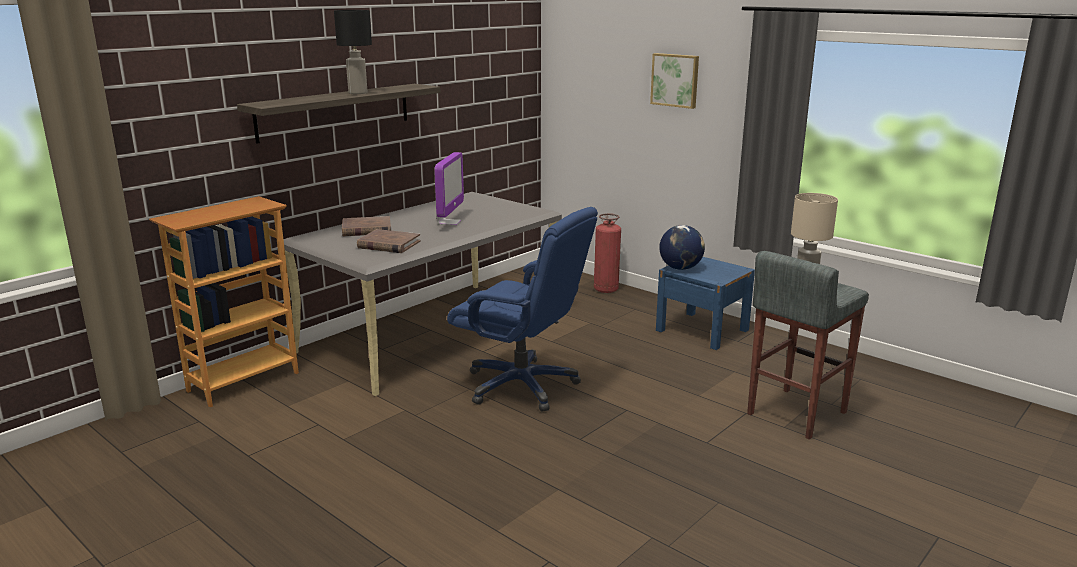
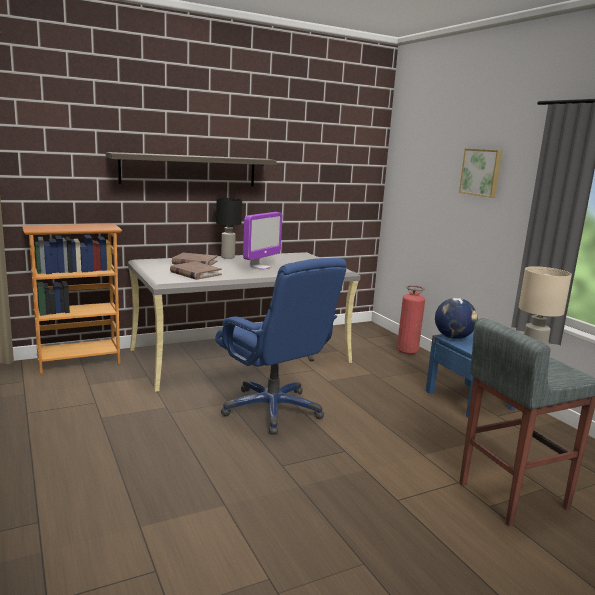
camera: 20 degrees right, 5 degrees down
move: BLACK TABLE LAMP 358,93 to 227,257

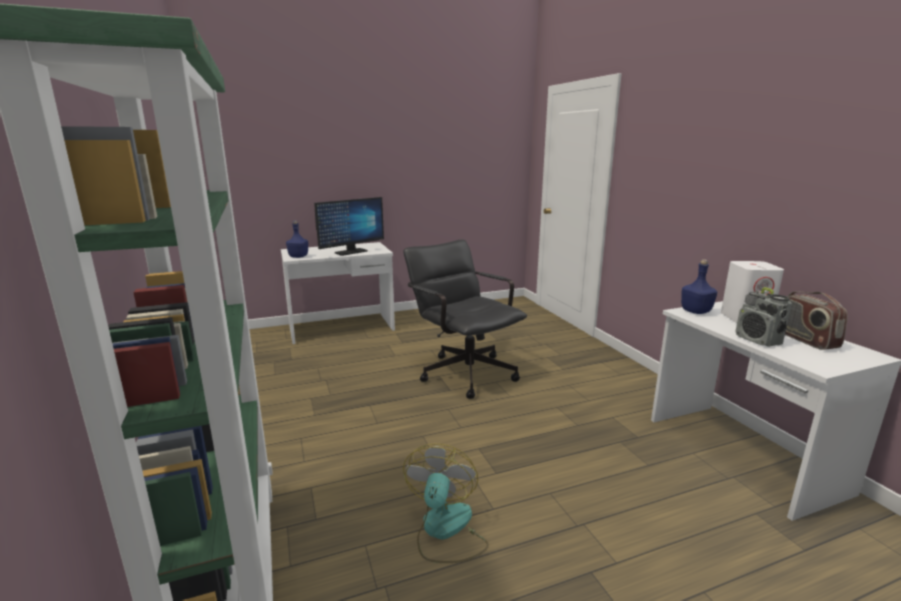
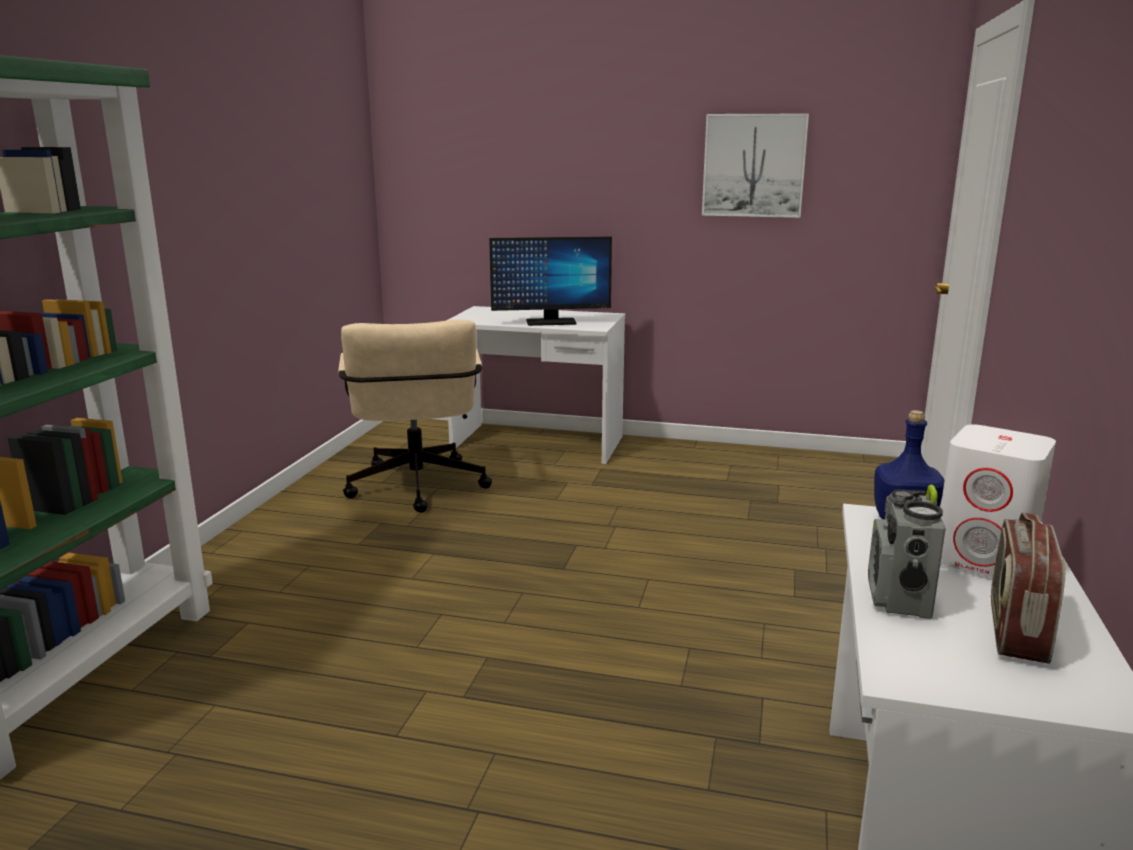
camera: 35 degrees right, 0 degrees up
delete: BLUE BOTTLE 298,256; BLACK OFFICE CHAIR 463,371; FAN 445,531
insert: BEIGE OFFICE CHAIR 417,490; PICTURE 754,165

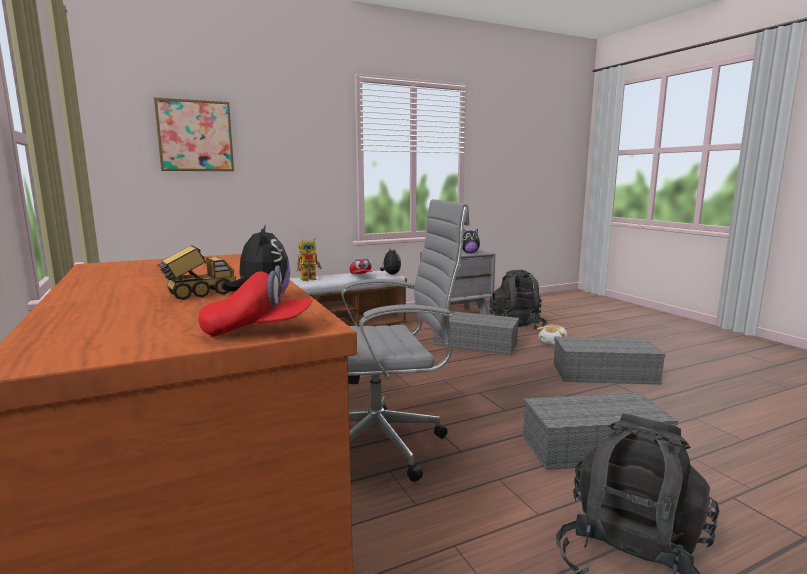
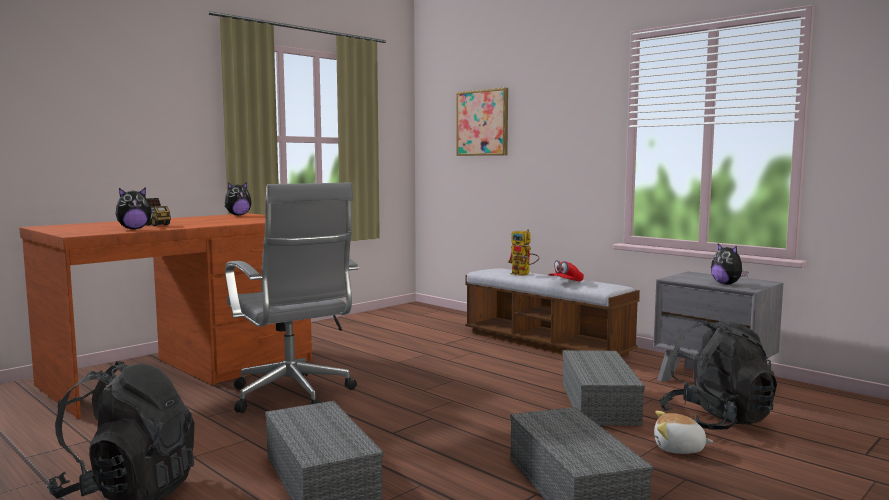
camera: 70 degrees right, 5 degrees down
delete: RED CAP 258,331
move: PLUSH TOY 390,274 to 238,215

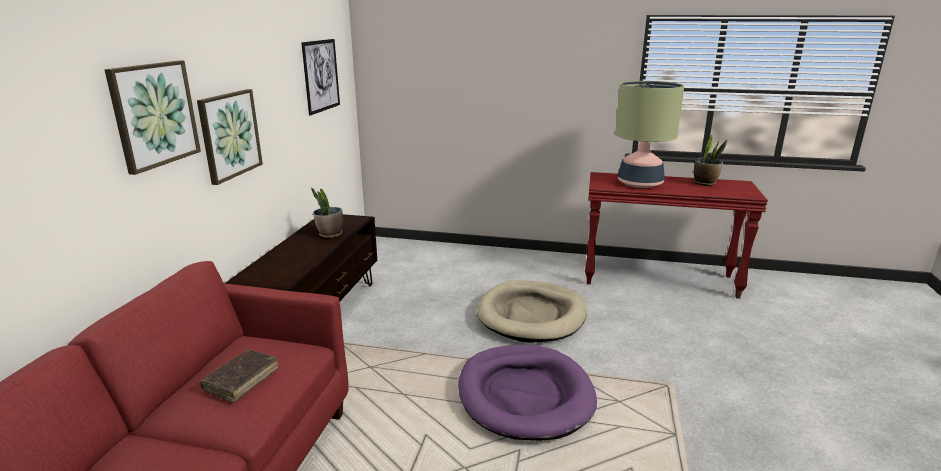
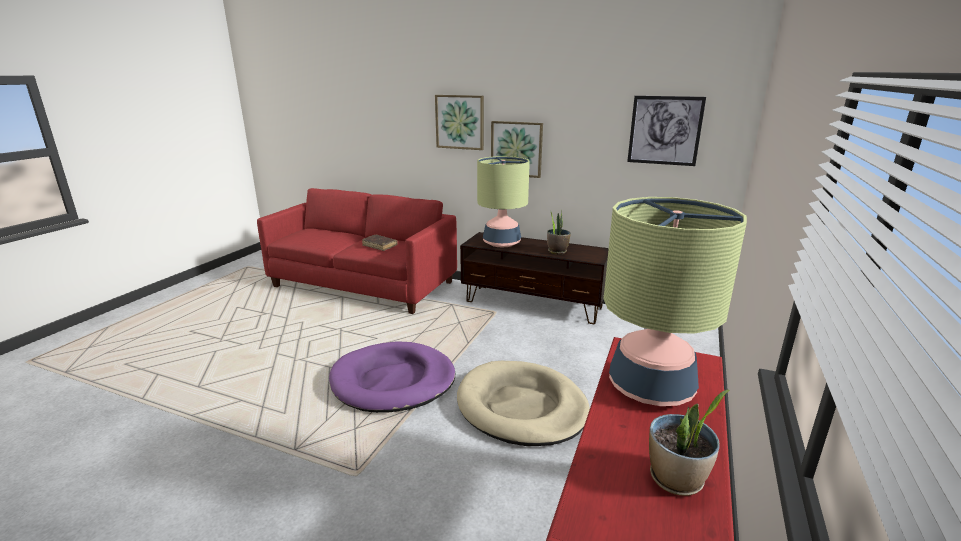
camera: 100 degrees right, 0 degrees up
insert: TABLE LAMP 501,243

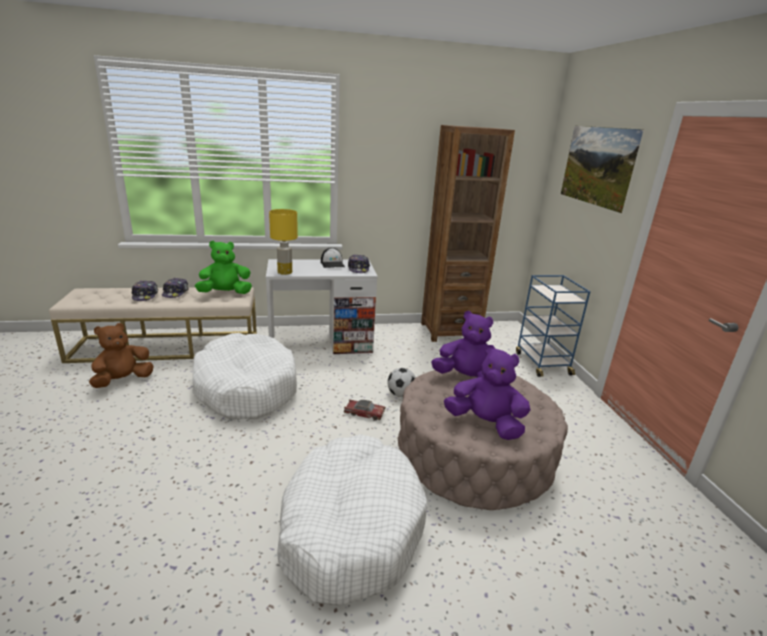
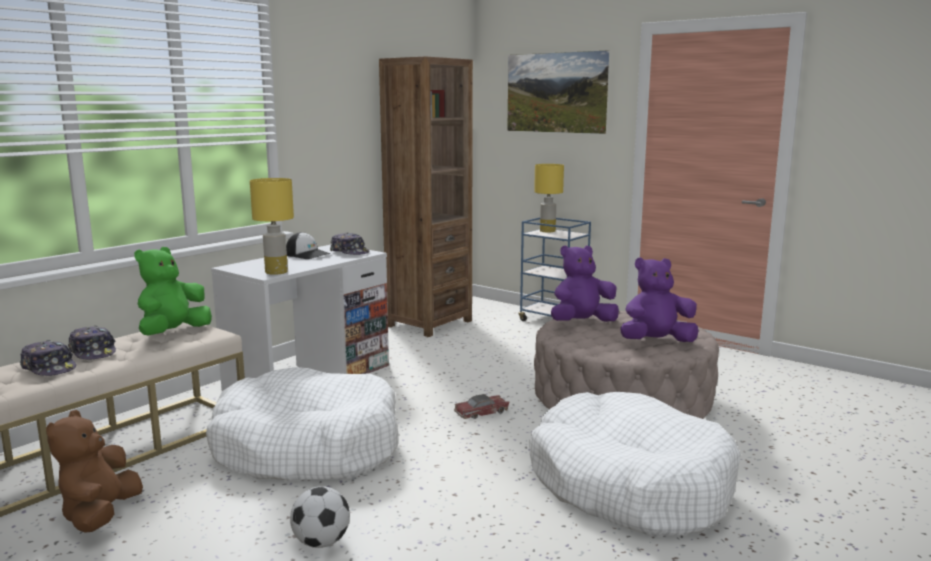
camera: 40 degrees left, 10 degrees down
insert: YELLOW TABLE LAMP 547,231
move: FOOTBALL 400,394 to 321,542

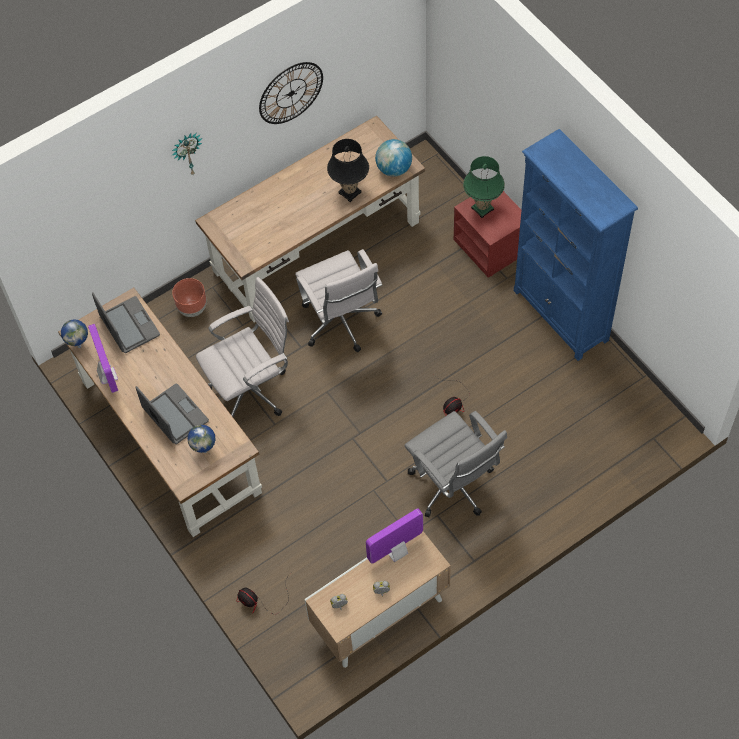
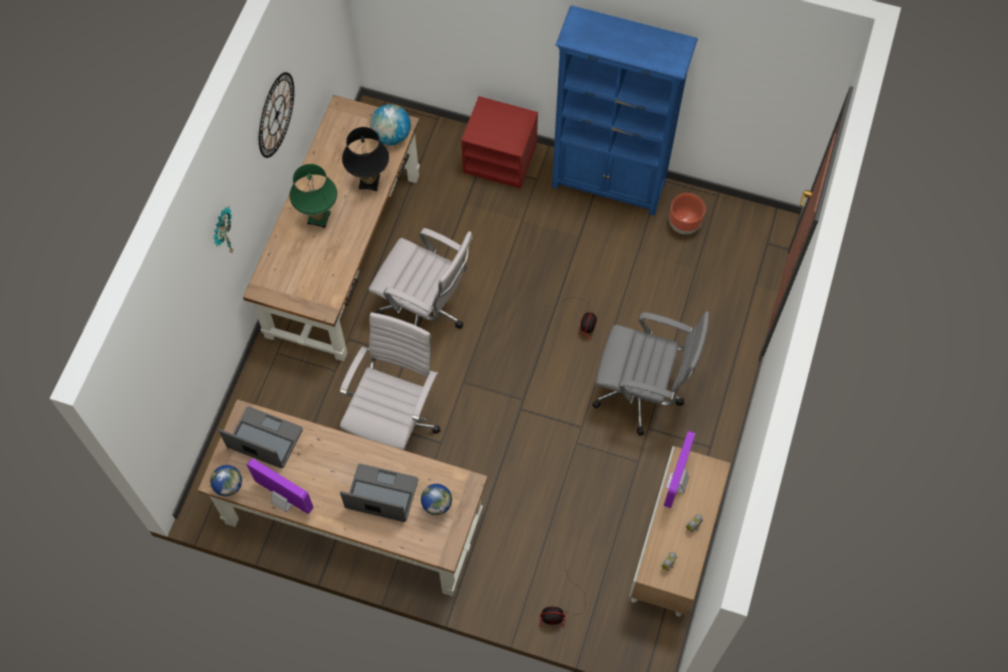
camera: 40 degrees left, 5 degrees up
move: BROWN PLANTER 192,308 to 683,225; GREEN TABLE LAMP 482,209 to 319,218

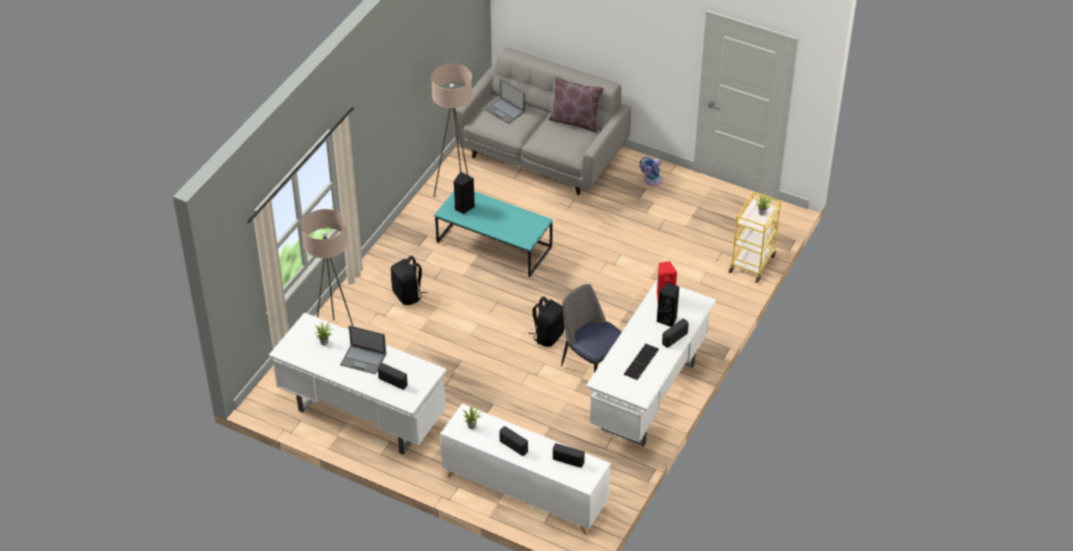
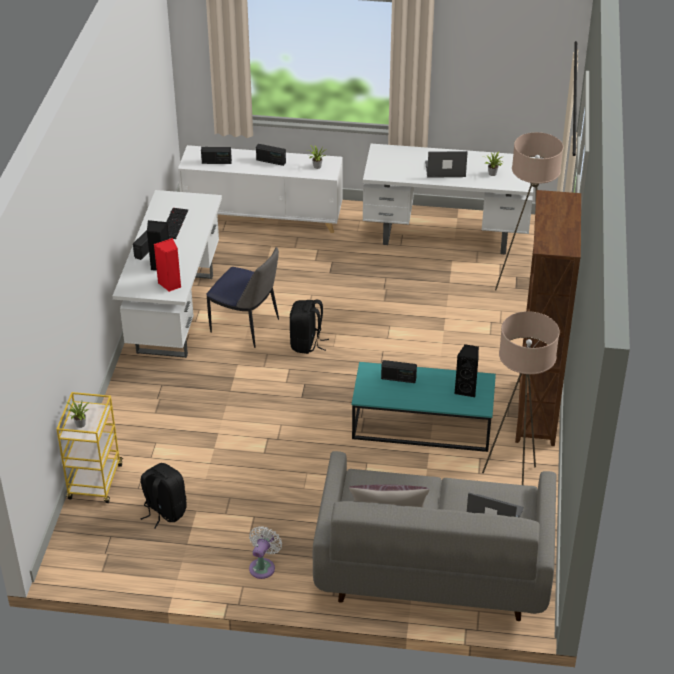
camera: 160 degrees right, 5 degrees down
insert: BROWN BOOKCASE 535,413
move: RADIO 393,381 to 398,378; BLACK BACKPACK 408,295 to 164,511
recolor: BLUE FAN 652,180 to WHITE FAN 263,566

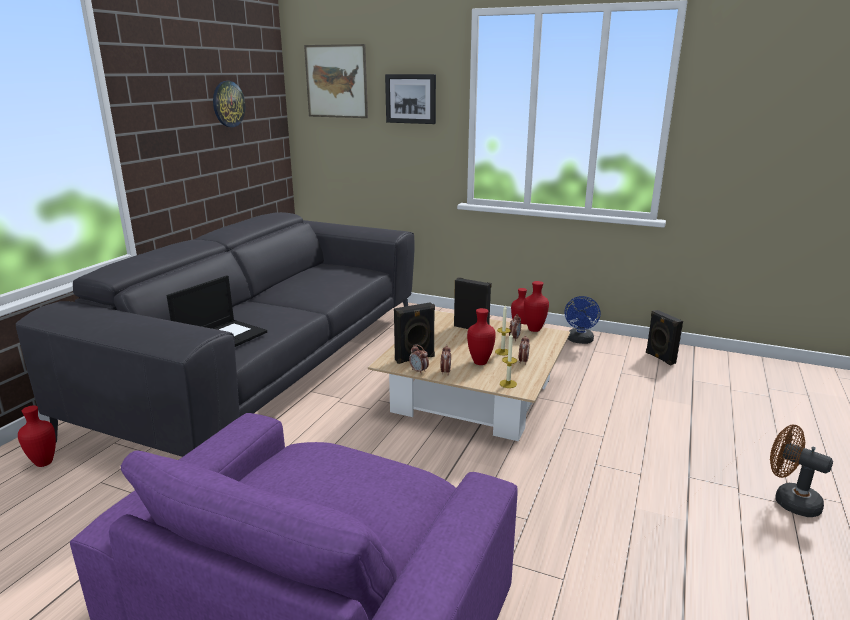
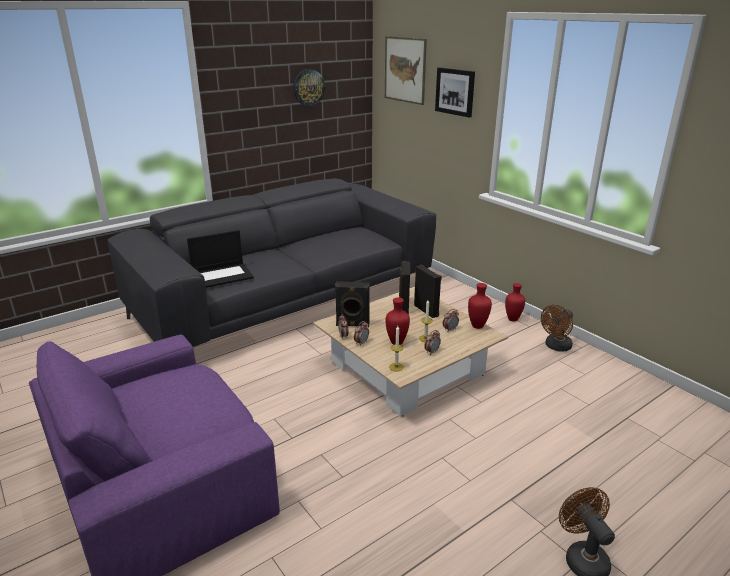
camera: 30 degrees right, 5 degrees up
delete: RED VASE 43,462
move: BLACK SPEAKER 659,358 to 403,307
recolor: BLUE FAN 580,341 to BROWN FAN 556,347

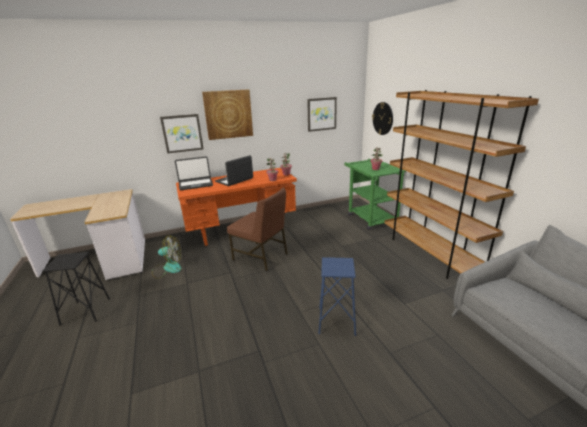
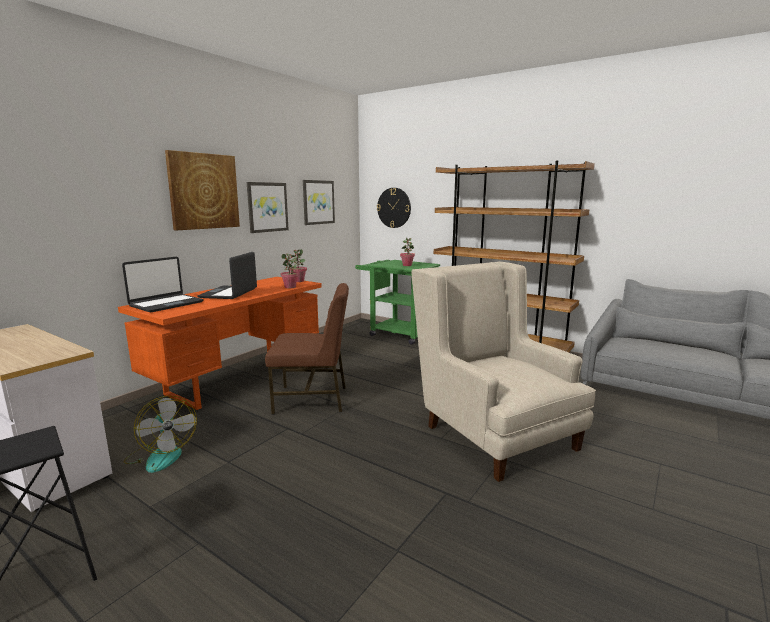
camera: 35 degrees left, 10 degrees down
move: PICTURE 182,133 to 267,207
replace: BLUE STOOL 337,321 to BEIGE ARMCHAIR 491,432
rotate: FAN 167,268 = 161,455 90 degrees clockwise

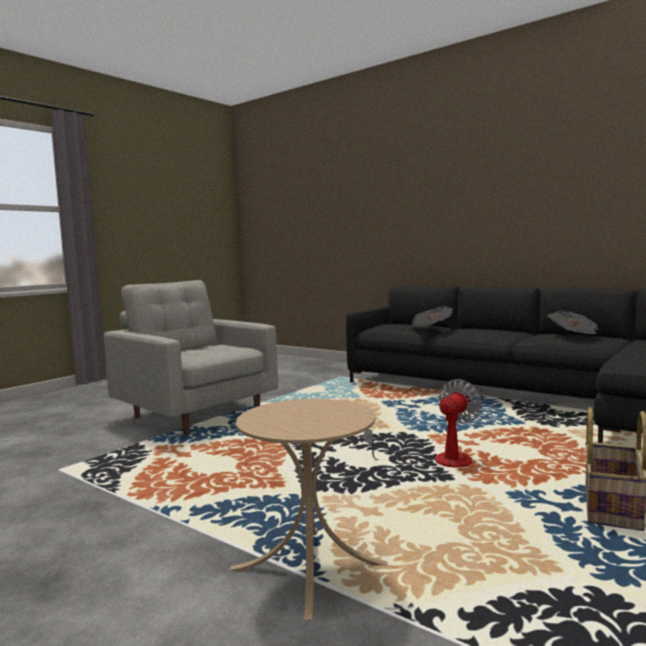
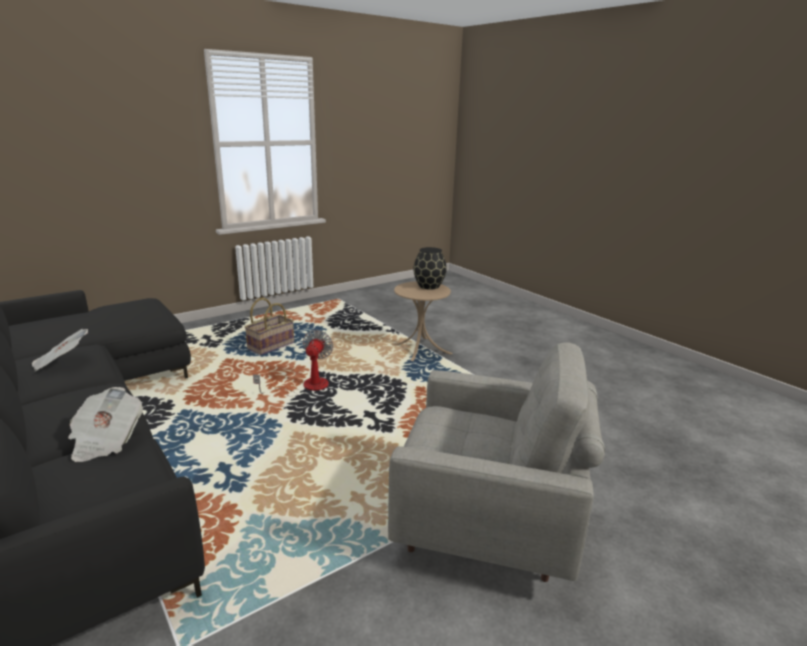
camera: 165 degrees left, 15 degrees up
insert: BLACK VASE 429,286
rotate: GREY ARMCHAIR 196,415 = 488,523 45 degrees counterclockwise; FAN 438,462 = 306,387 135 degrees clockwise

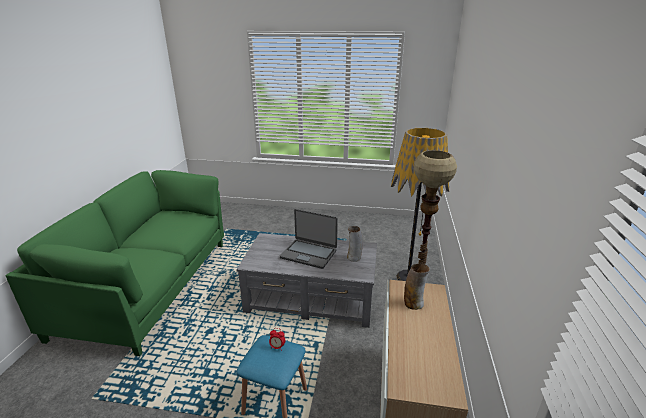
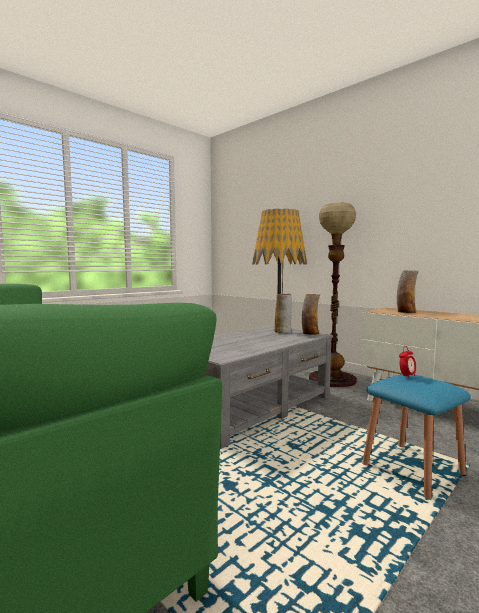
camera: 55 degrees left, 20 degrees down
delete: LAPTOP 309,254
insert: VASE 310,333

